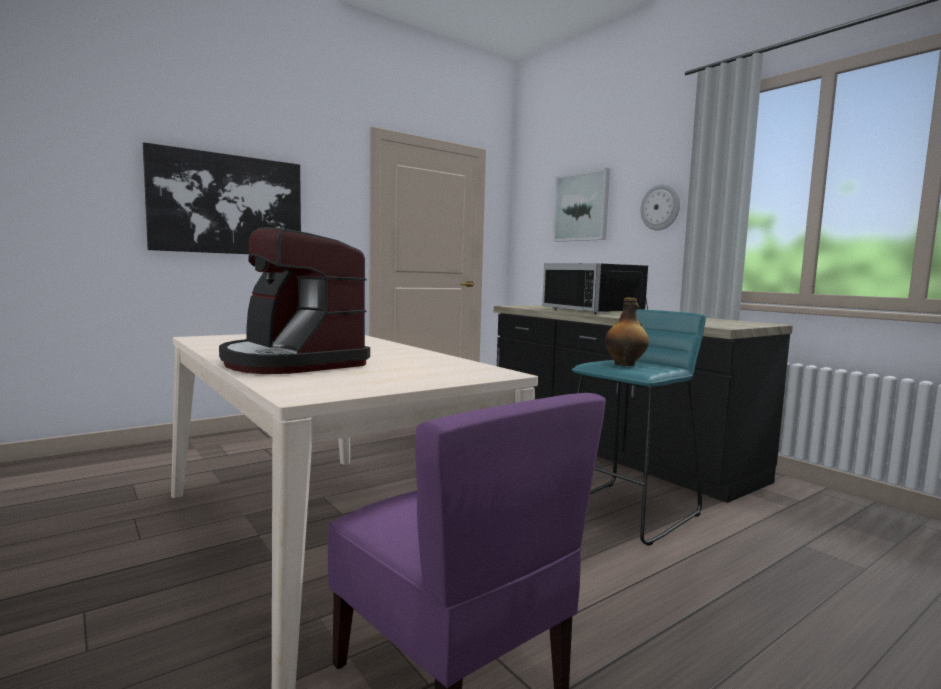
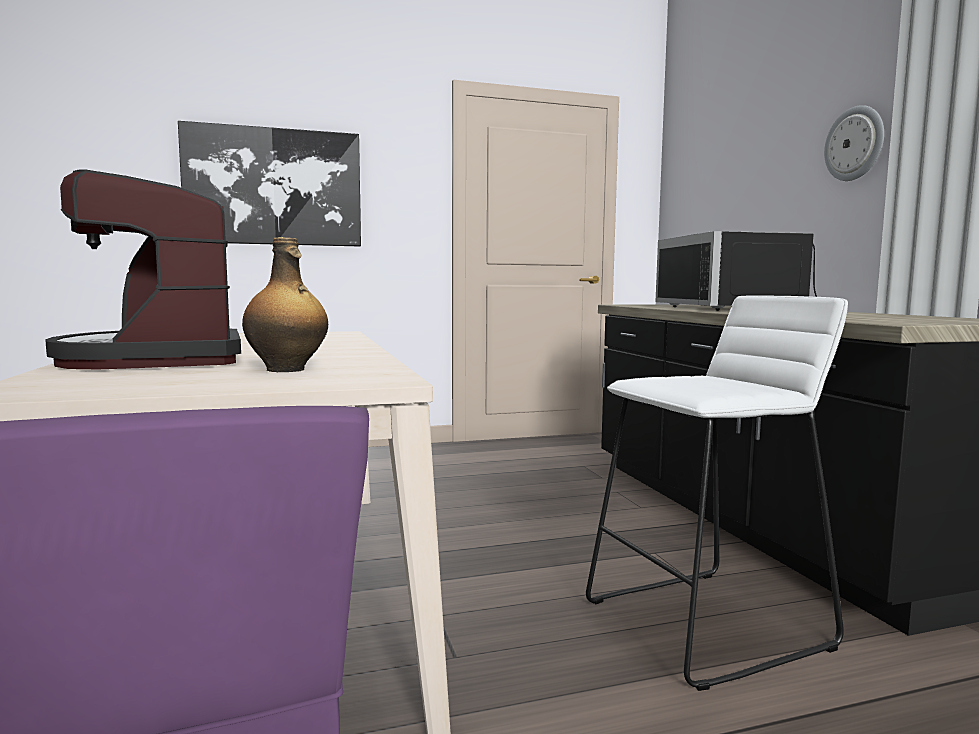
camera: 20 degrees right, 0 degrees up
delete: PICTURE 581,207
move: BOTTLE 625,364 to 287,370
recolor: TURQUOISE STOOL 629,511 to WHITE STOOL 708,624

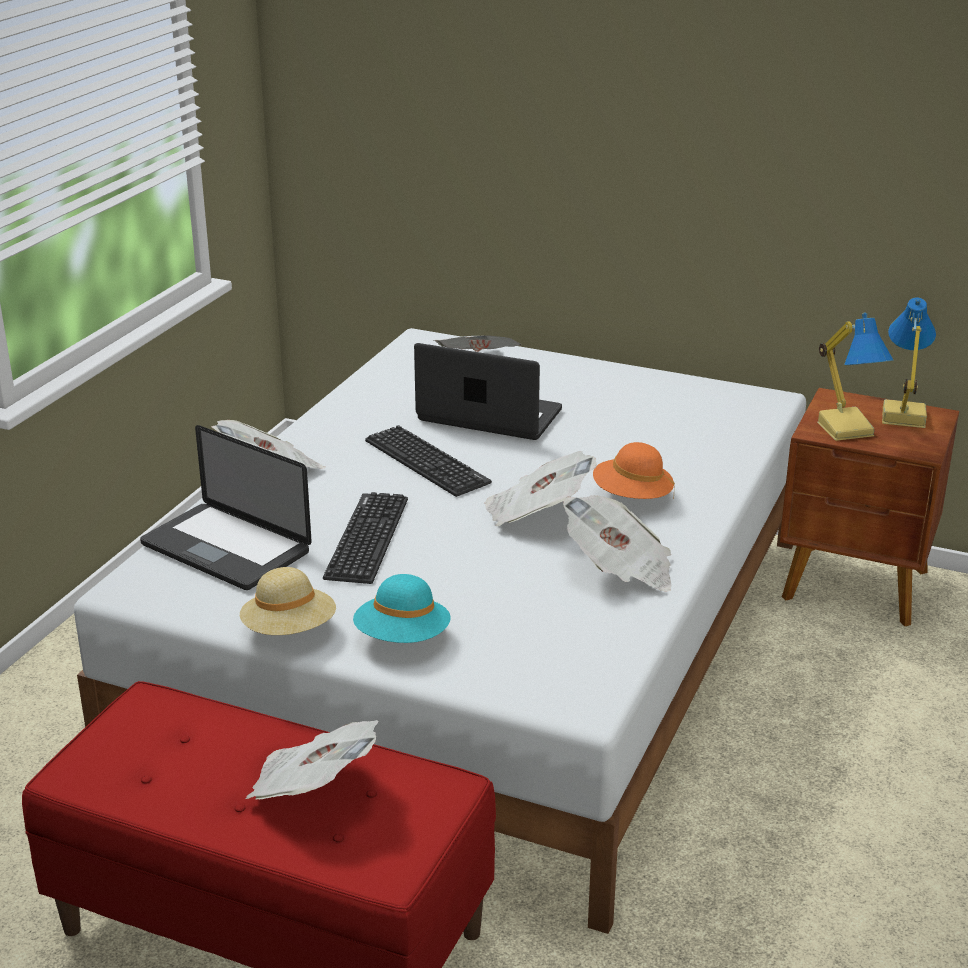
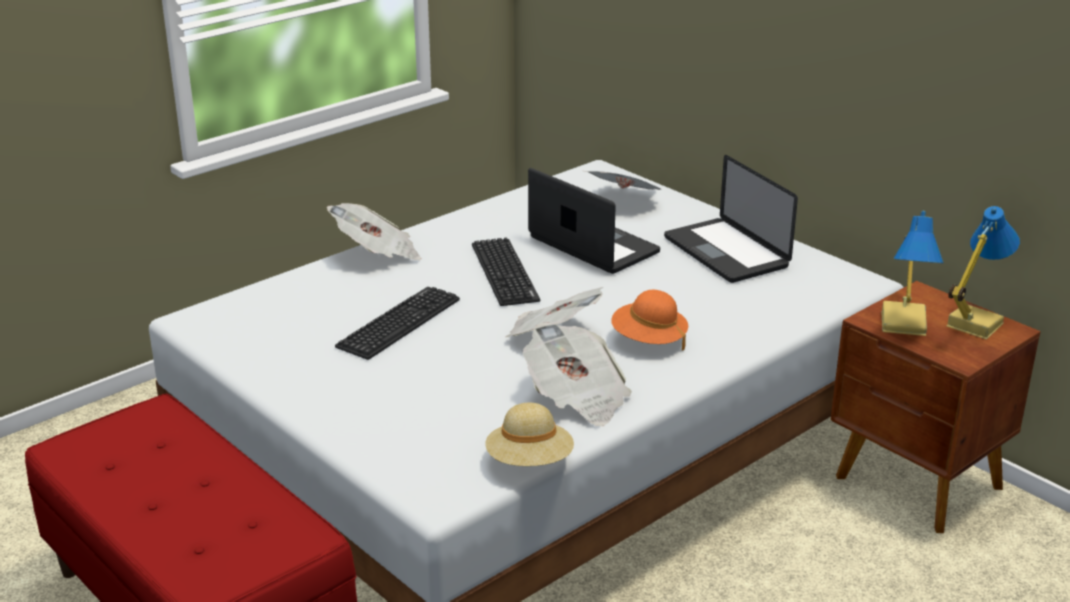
camera: 25 degrees right, 0 degrees up
delete: NEWSPAPER 313,788; TURQUOISE HAT 402,638
move: LAPTOP 225,548 to 725,252; BEIGE HAT 289,631 to 530,462

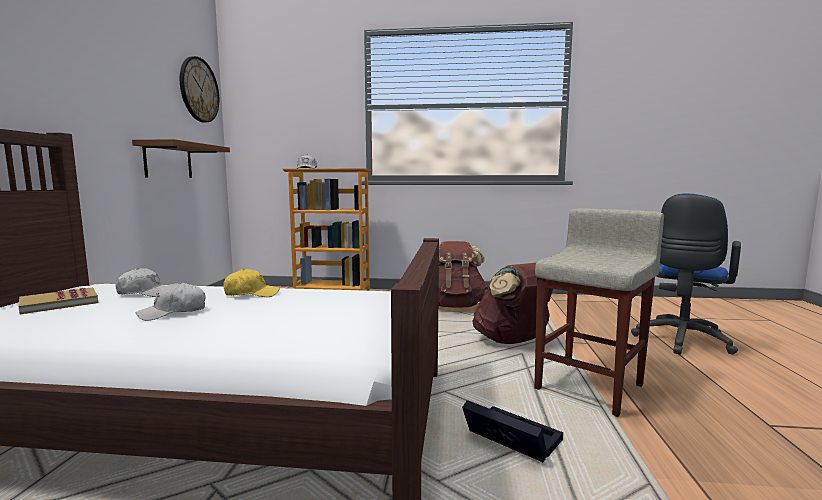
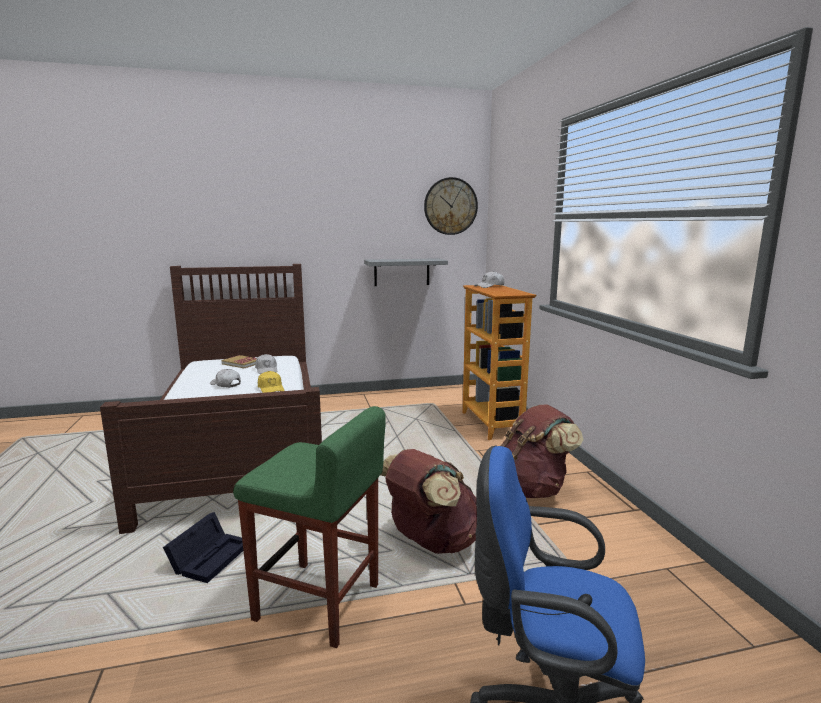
camera: 70 degrees right, 5 degrees up
recolor: BROWN SHELF 168,161 to GREY SHELF 402,272; BEIGE STOOL 590,386 to GREEN STOOL 319,603

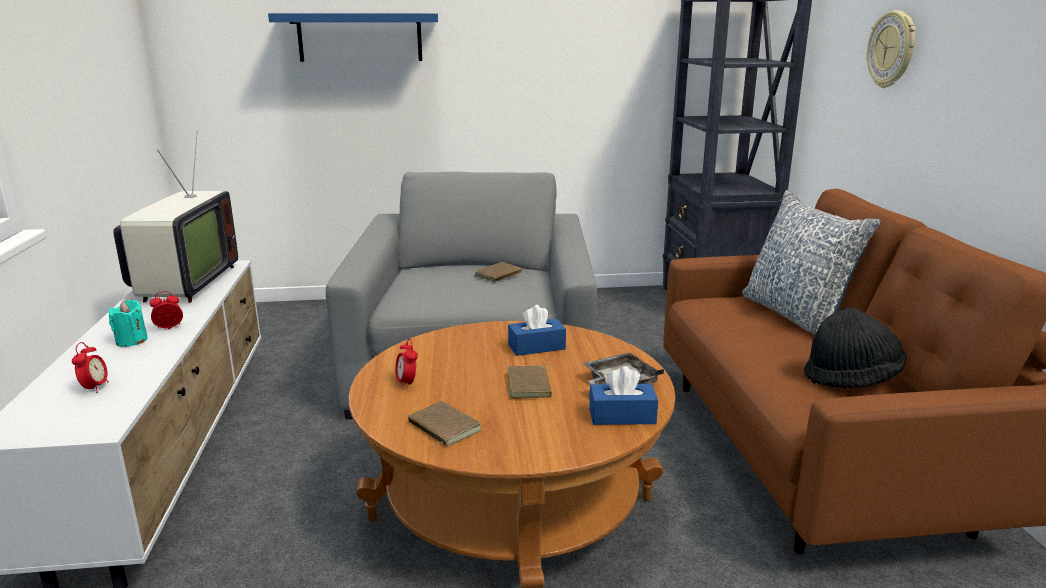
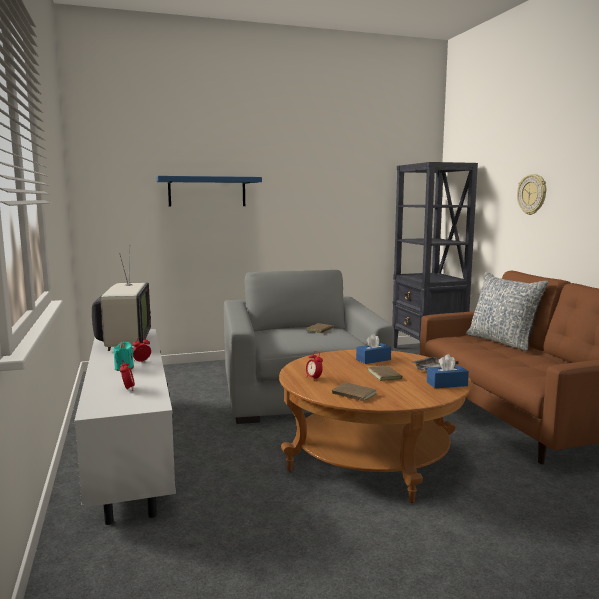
camera: 10 degrees left, 10 degrees down
delete: BLACK HAT 852,377

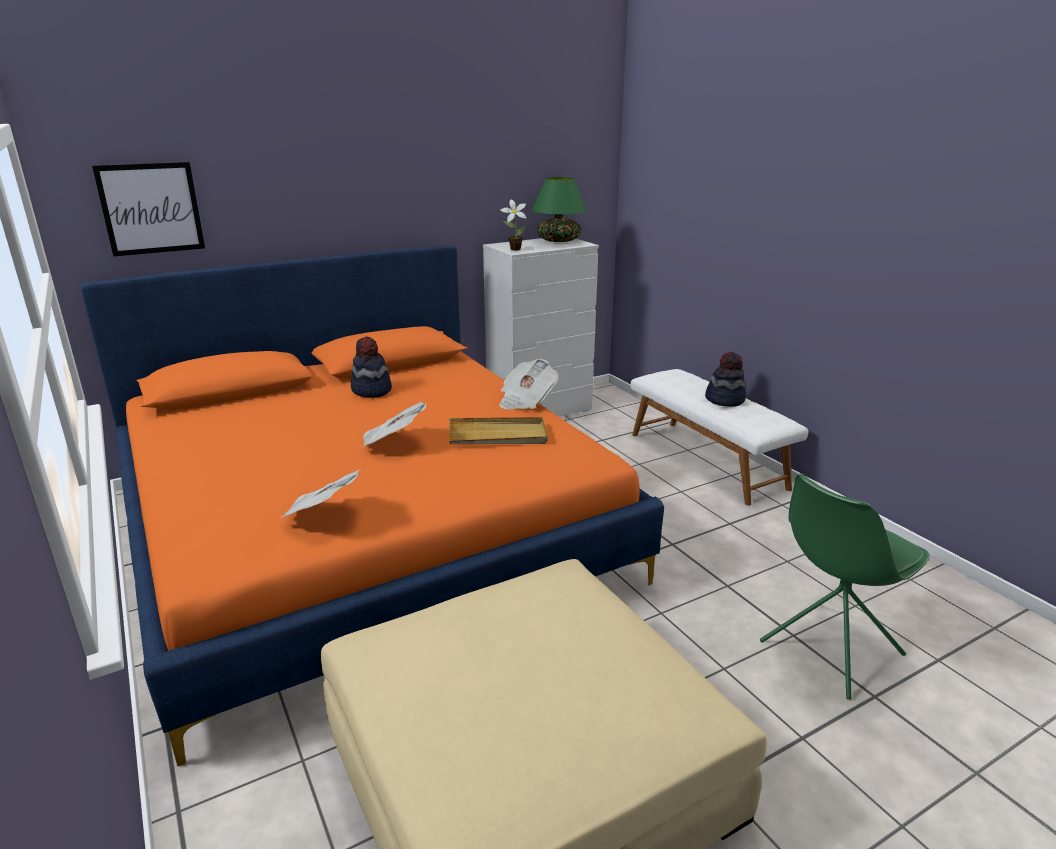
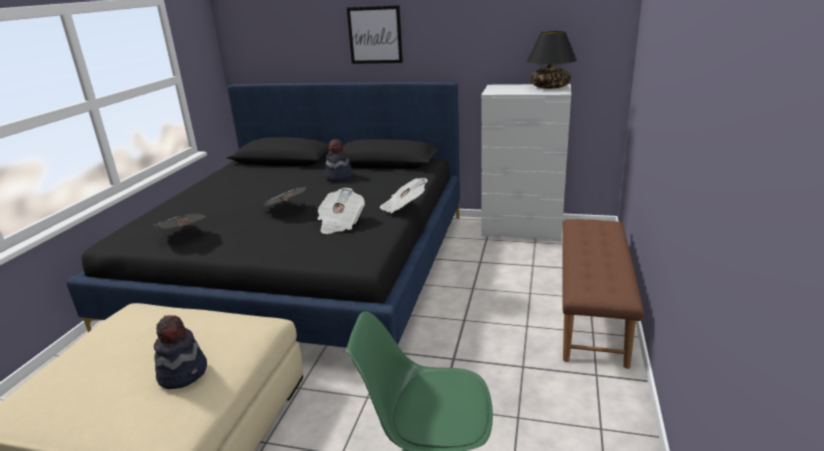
camera: 45 degrees right, 0 degrees up
delete: POTTED PLANT 513,249
move: PICTURE 151,208 to 375,35; HAT 725,400 to 183,373
replace: BEIGE TRAY 498,435 to NEWSPAPER 340,223
recolor: ORANGE BED 366,531 to BLACK BED 306,268; GREEN TABLE LAMP 559,240 to BLACK TABLE LAMP 550,87; WHITE BENCH 707,460 to BROWN BENCH 592,312

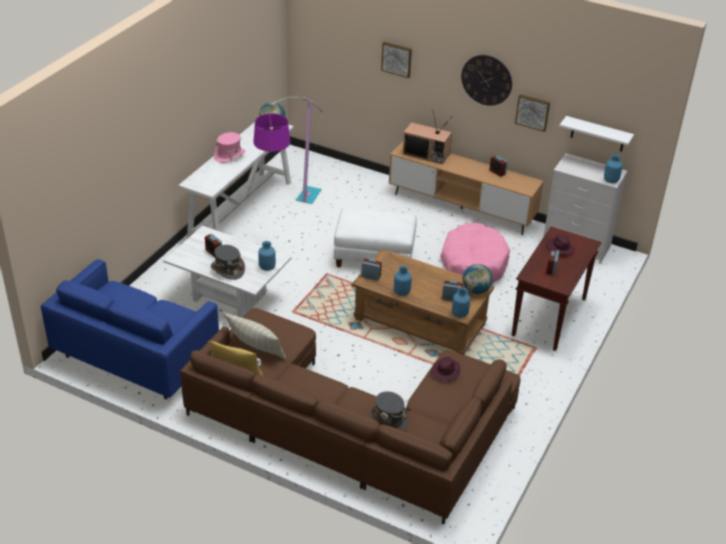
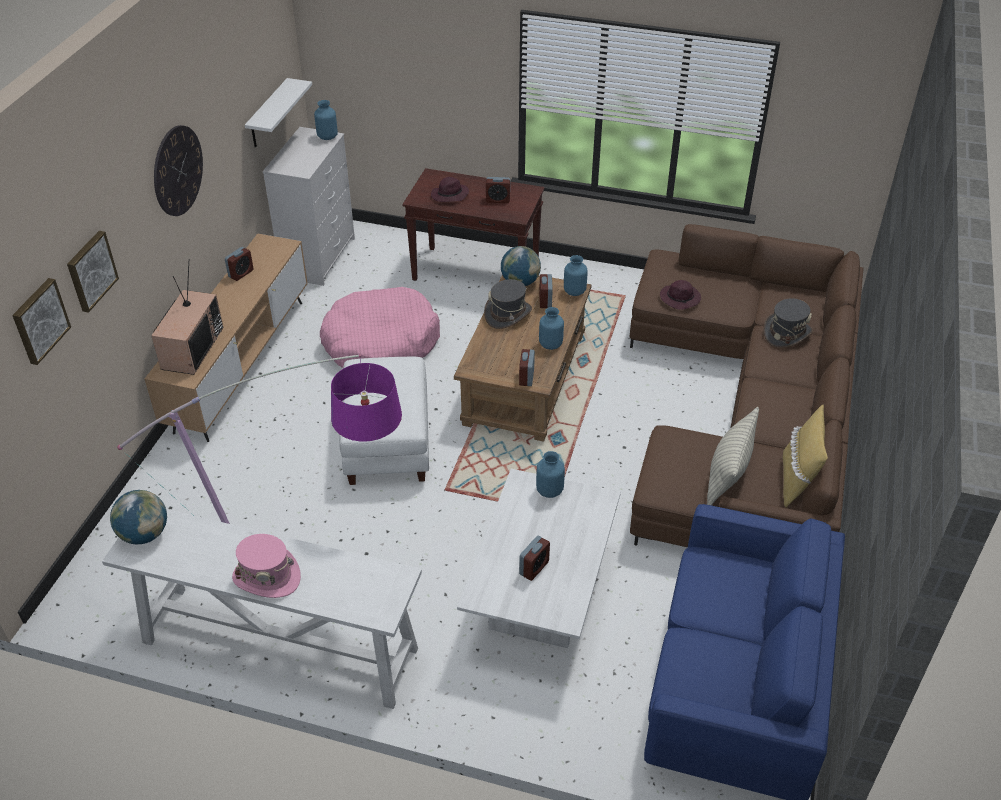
camera: 100 degrees left, 5 degrees up
move: GREY HAT 227,269 to 508,314; PICTURE 533,112 to 39,320

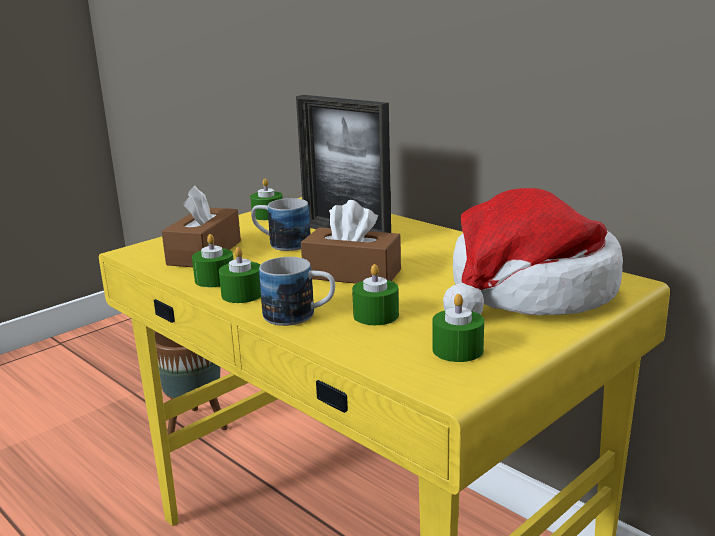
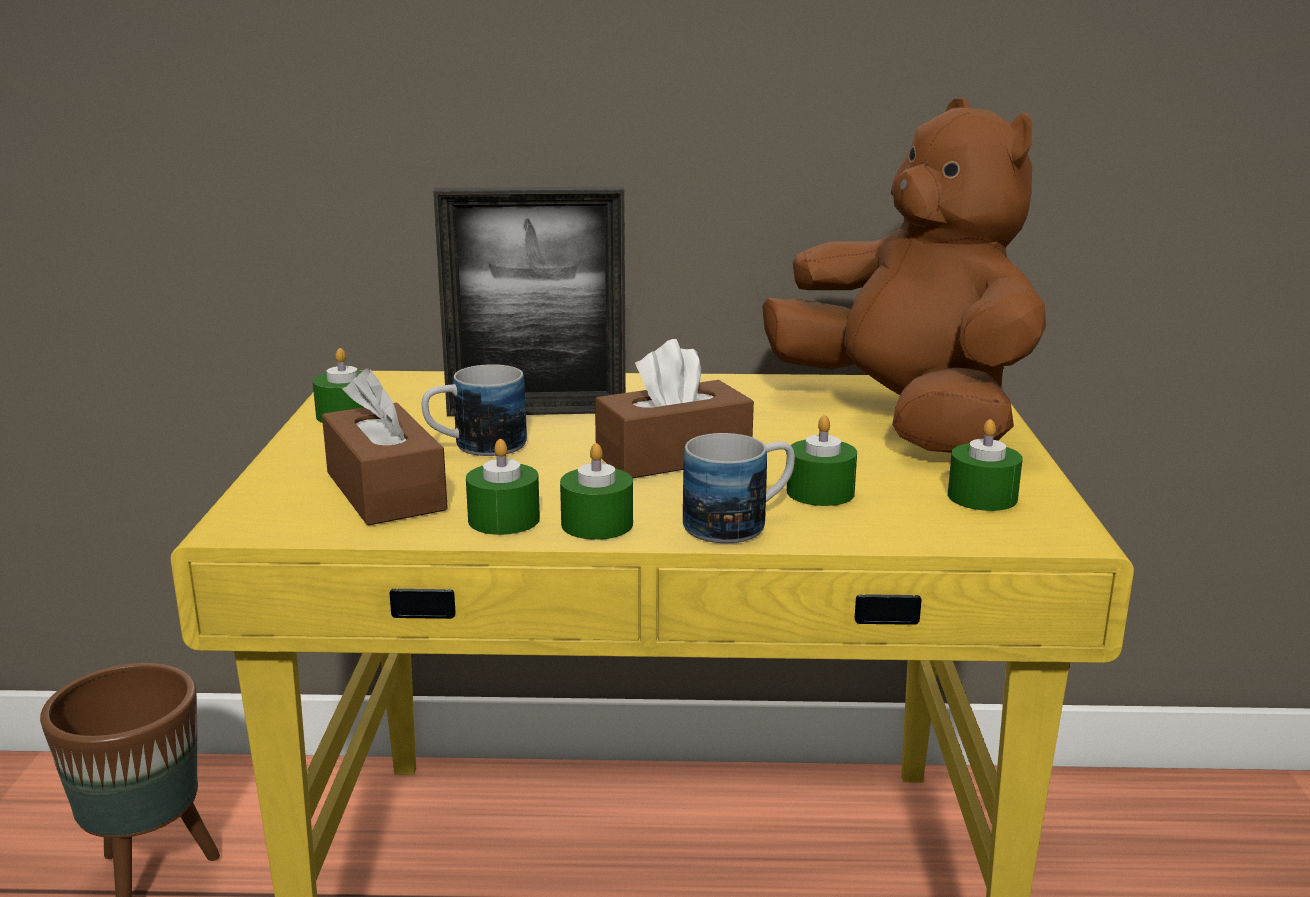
camera: 45 degrees left, 0 degrees up
replace: HAT 530,292 to BROWN PLUSH TOY 906,419

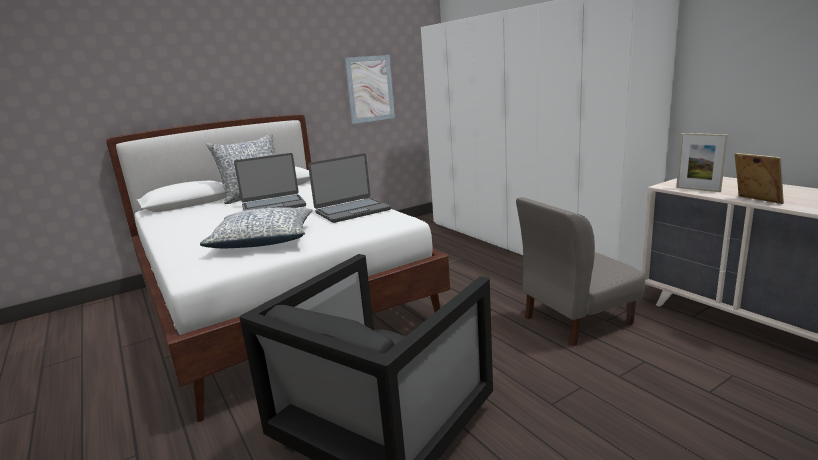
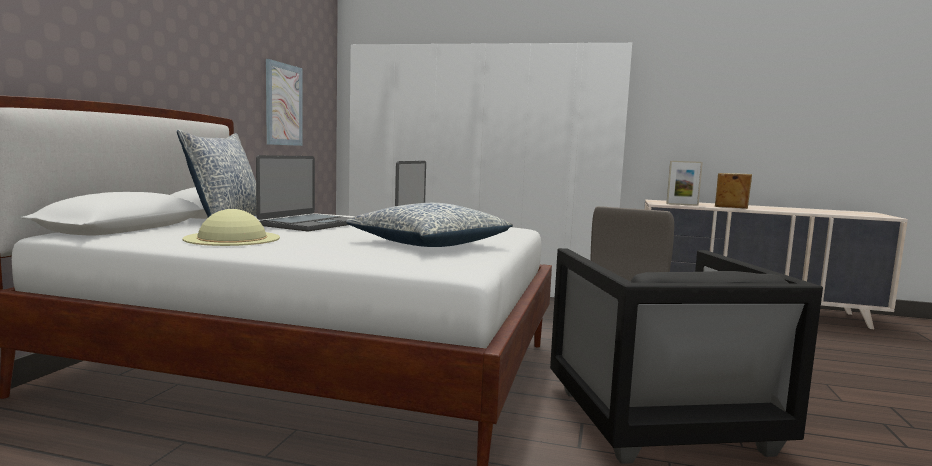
camera: 45 degrees left, 10 degrees down
insert: BEIGE HAT 232,238

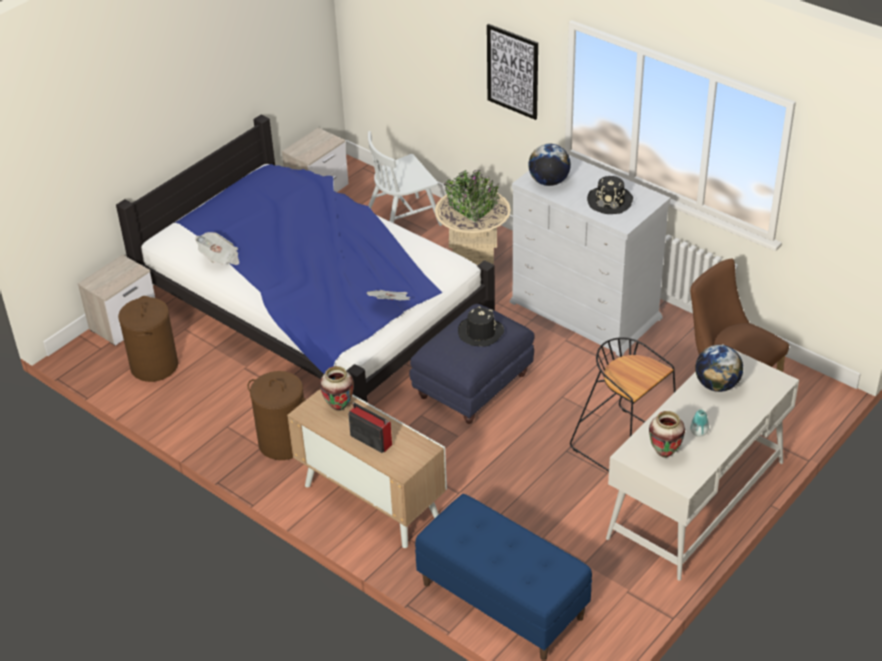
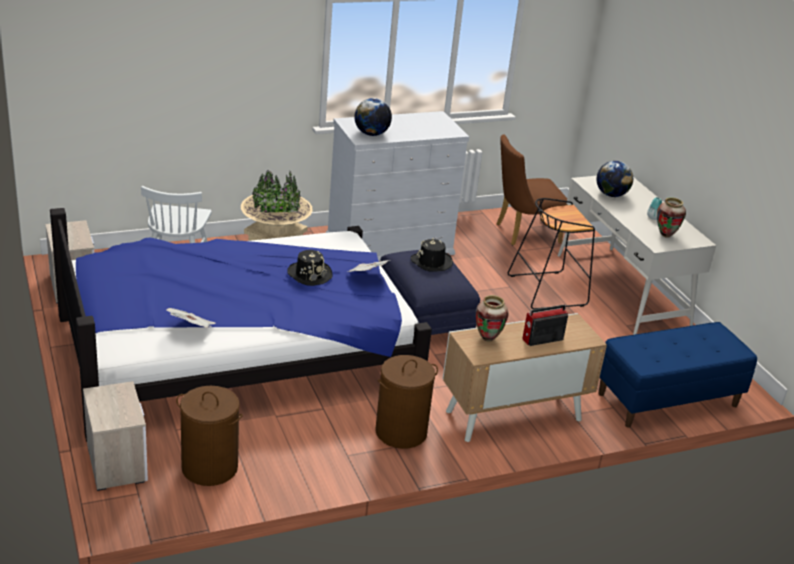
camera: 65 degrees left, 10 degrees down
delete: PICTURE 512,71
move: BLACK HAT 610,201 to 309,274

